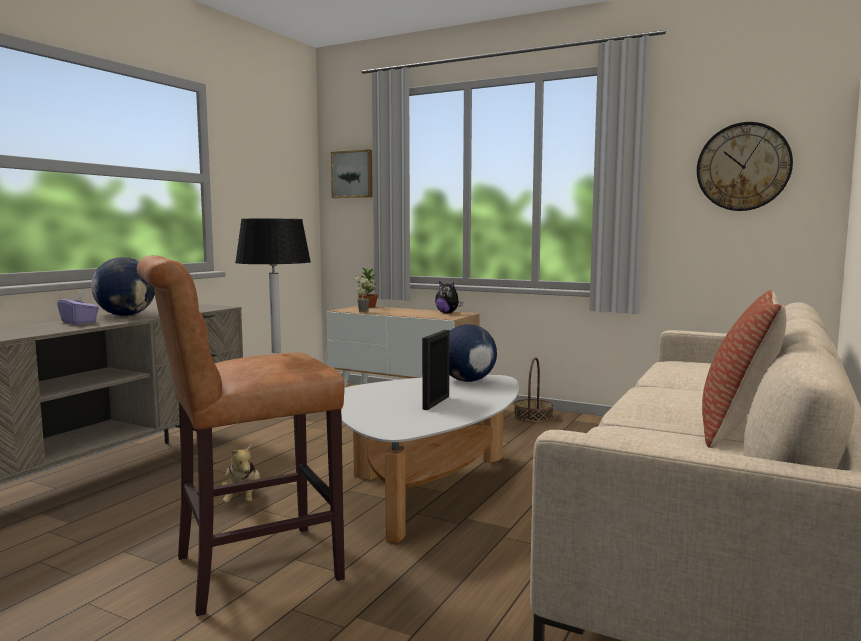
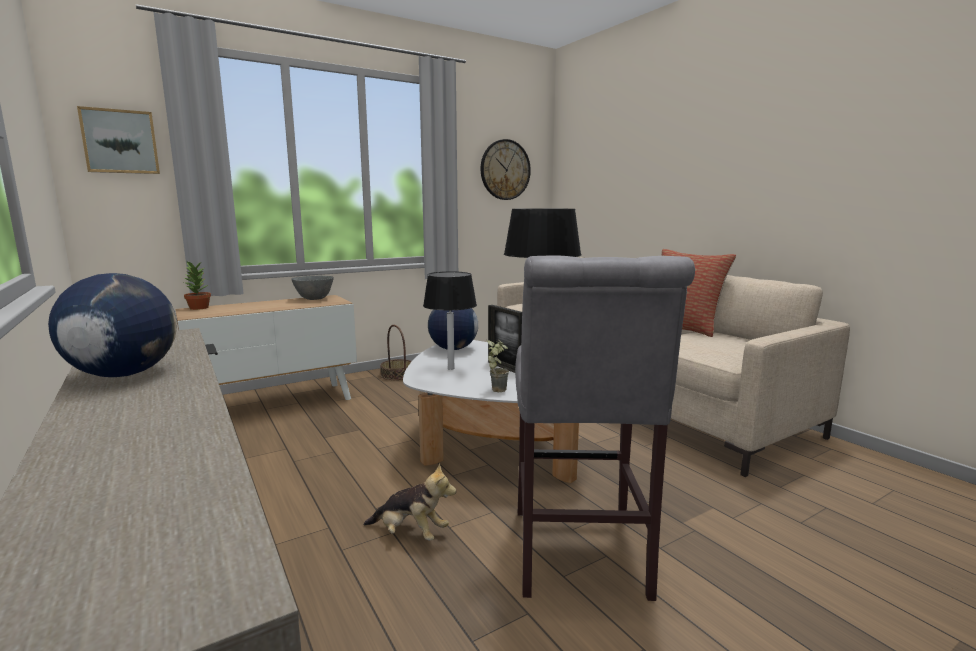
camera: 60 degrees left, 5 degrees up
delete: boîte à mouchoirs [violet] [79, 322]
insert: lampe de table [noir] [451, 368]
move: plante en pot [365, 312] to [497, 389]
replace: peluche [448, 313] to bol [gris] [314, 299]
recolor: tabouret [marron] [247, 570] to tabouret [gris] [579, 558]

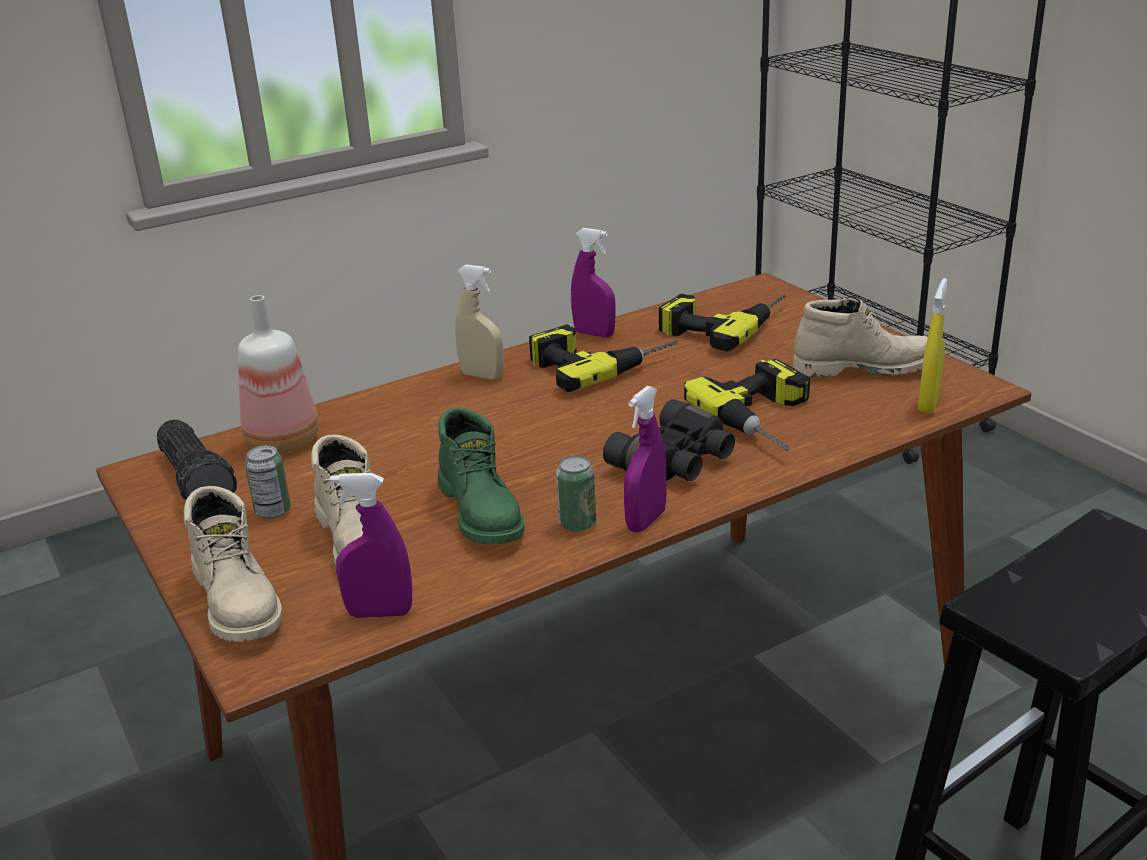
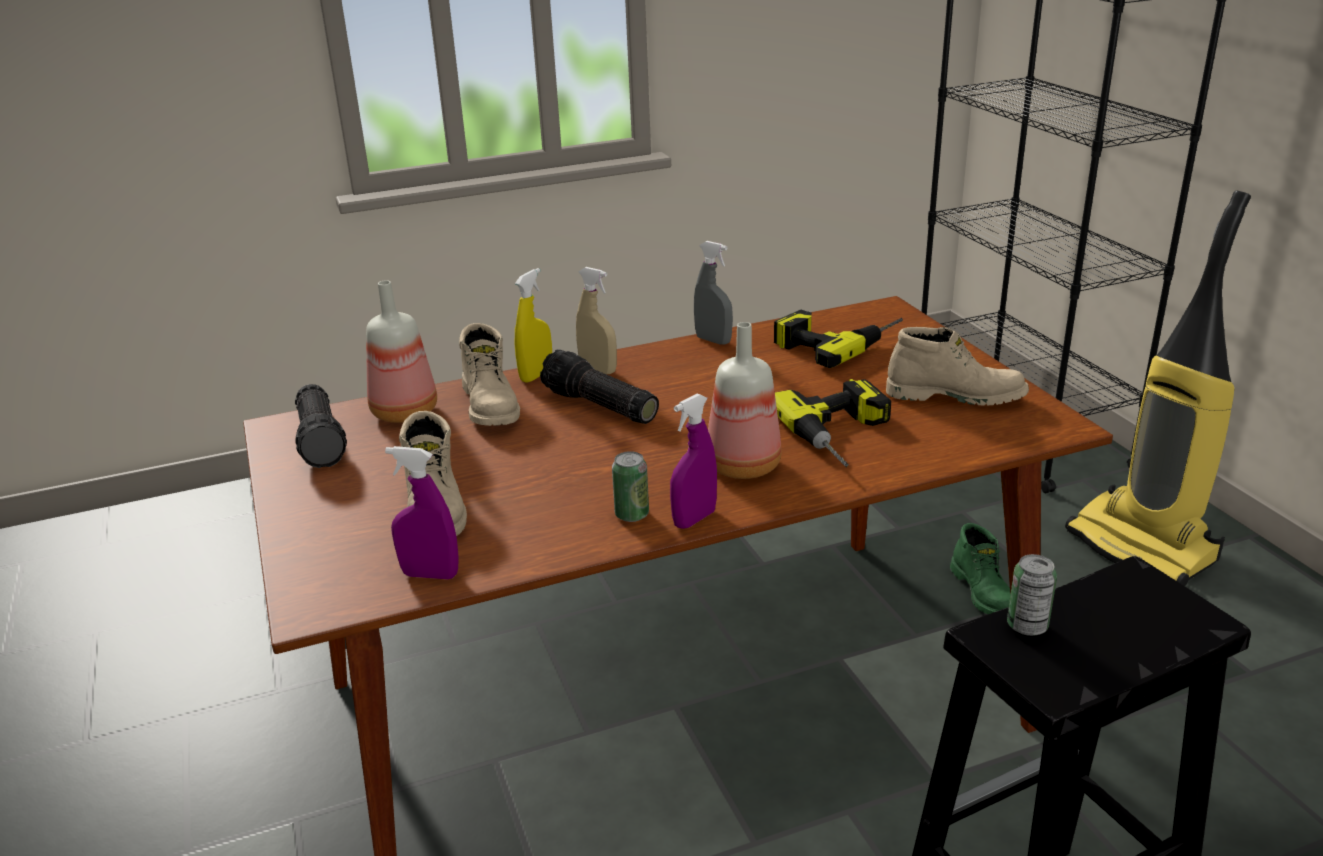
camera: 10 degrees right, 0 degrees up
delete: perceuse [599, 361]
insert: lampe de poche [598, 406]; aspirateur [1143, 547]
move: botte [beige] [239, 601] to [491, 405]; boîte métallique [273, 511] to [1027, 626]; botte [vert] [482, 512] to [983, 592]; vaporisateur [jaune] [928, 404] to [536, 375]
replace: jumelles [noir] [676, 462] to bouteille [743, 467]
recolor: vaporisateur [violet] [594, 334] to vaporisateur [gris] [713, 340]

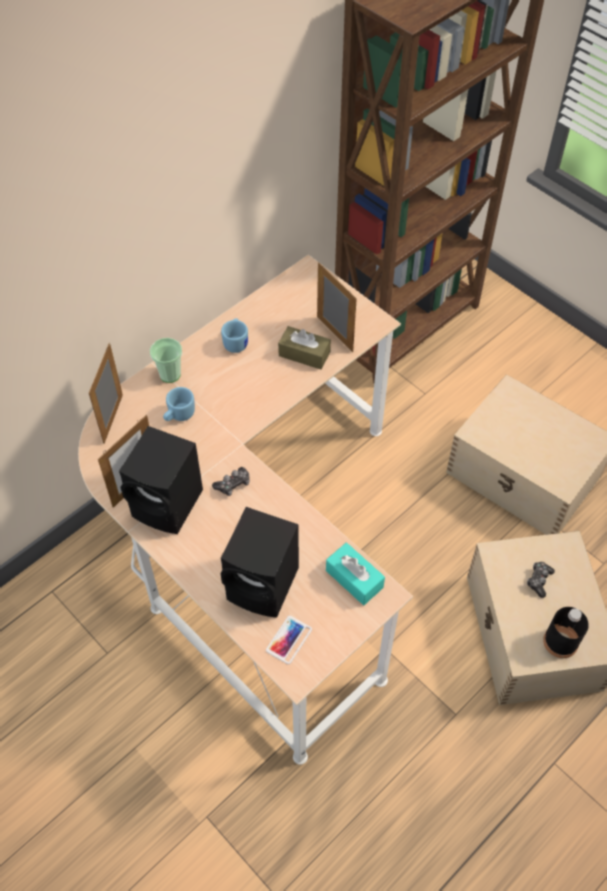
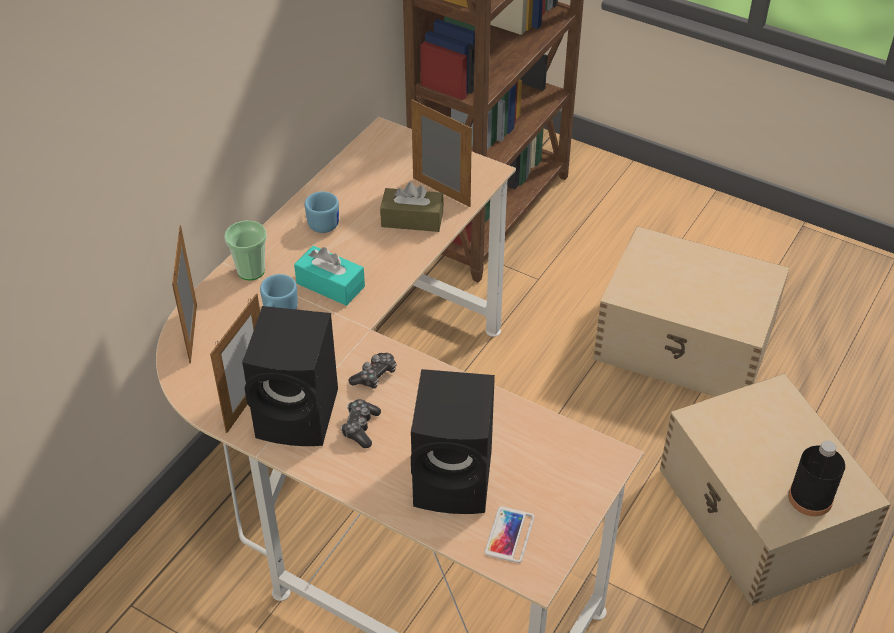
camera: 15 degrees left, 10 degrees down
move: boîte à mouchoirs [turquoise] [354, 579] to [330, 285]; manette [539, 580] to [360, 427]

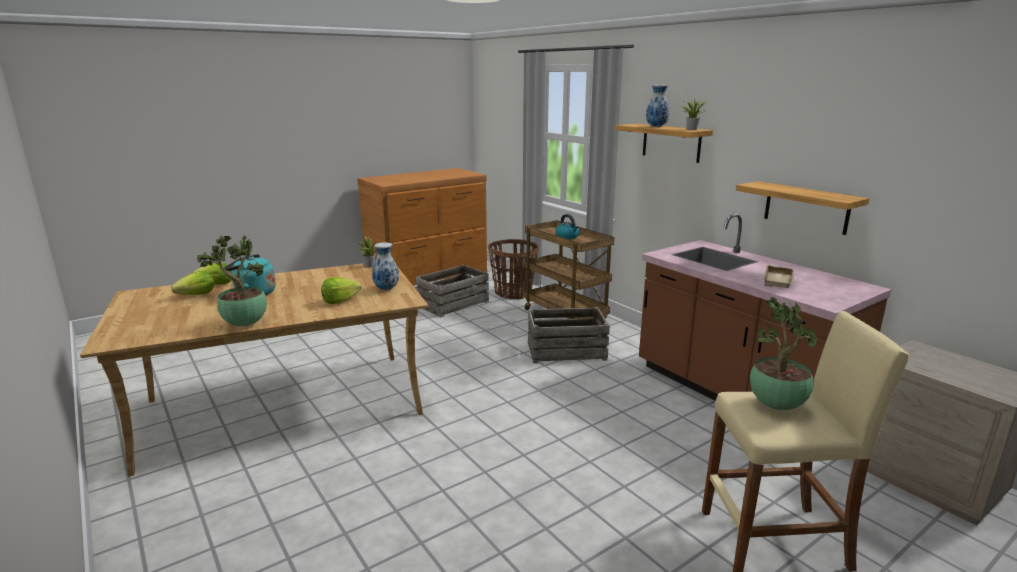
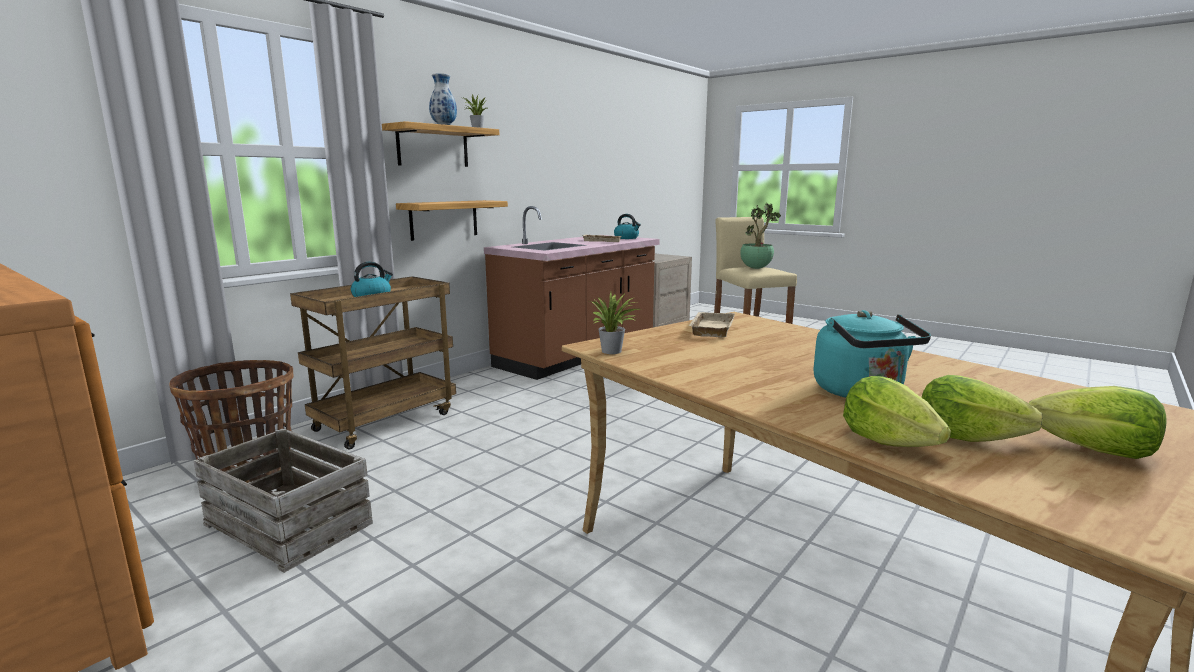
camera: 105 degrees left, 5 degrees down
delete: plante en pot [244, 324]; caisse [566, 351]
insert: bouilloire [627, 238]
move: laitue [340, 301] to [1094, 450]; étagère [806, 207] to [444, 219]
replace: vase [387, 289] to plateau [beige] [710, 328]

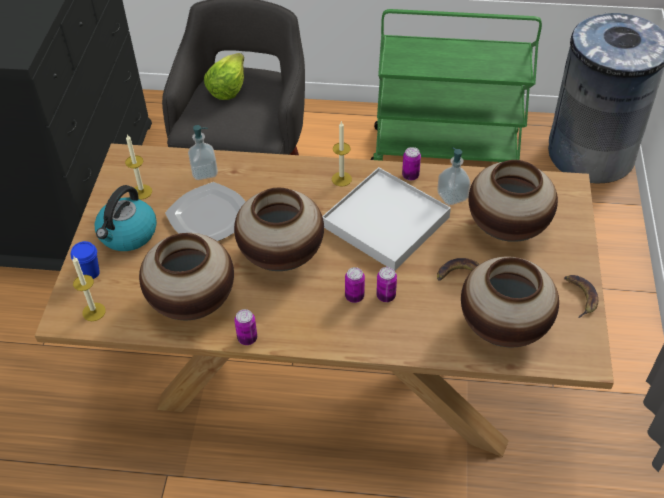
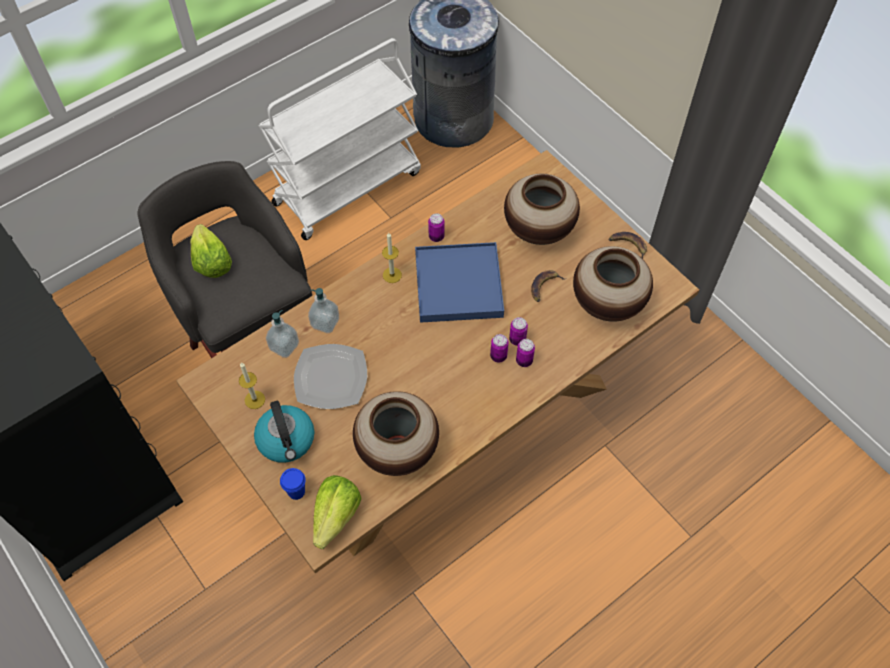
camera: 45 degrees left, 10 degrees up
delete: vase [281, 256]
move: boîte métallique [247, 338] to [524, 361]; distributeur de savon [452, 196] to [325, 322]
replace: bougie [94, 312] to laitue [336, 516]
recolor: plateau [blanc] [386, 222] to plateau [bleu] [458, 285]; chariot [vert] [446, 150] to chariot [blanc] [348, 187]

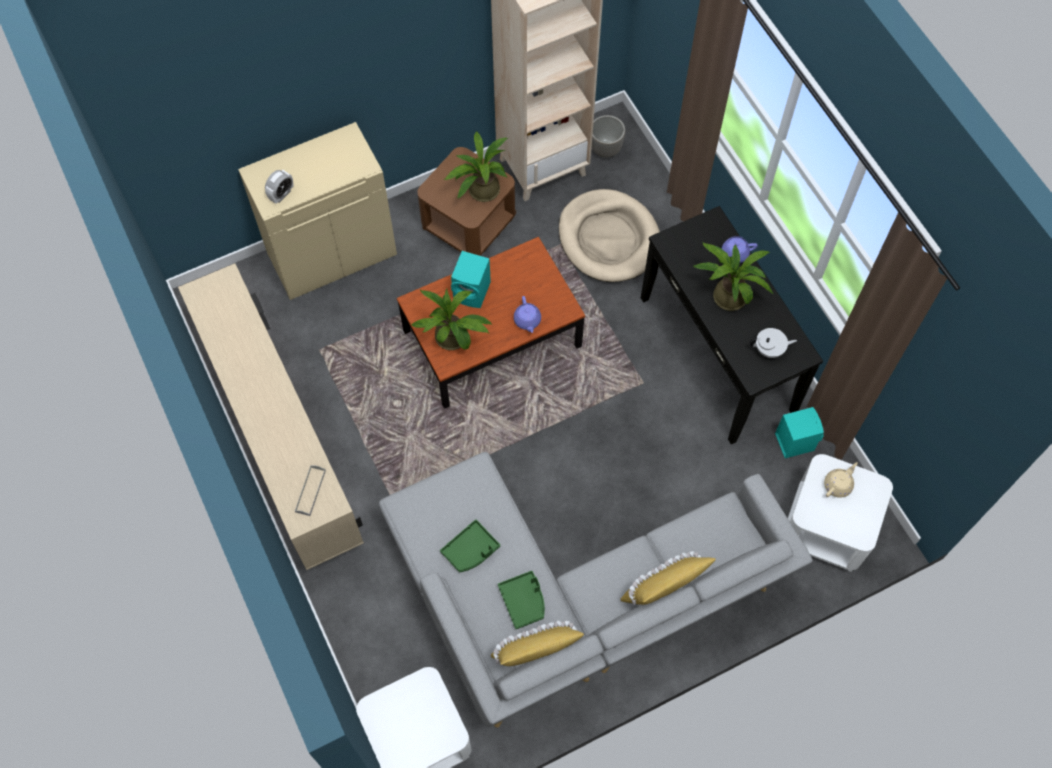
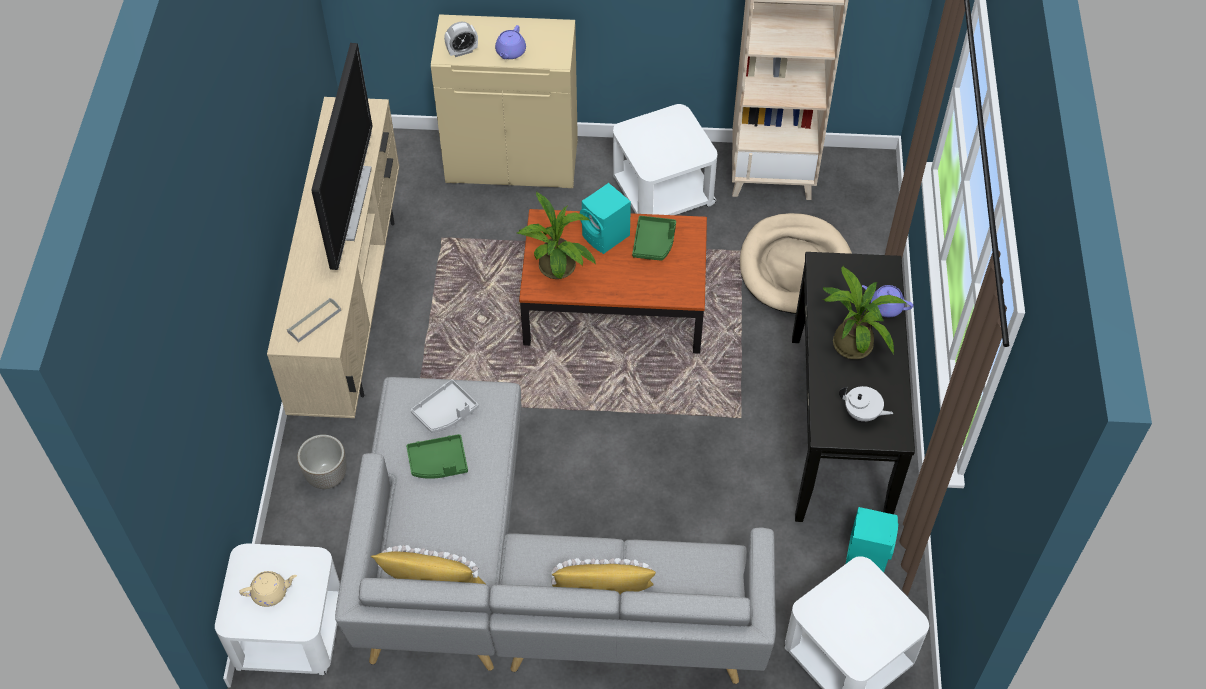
camera: 30 degrees right, 10 degrees down
delete: plante en pot [480, 191]
insert: téléviseur [348, 202]; plateau [gris] [445, 412]
move: plateau [vert] [523, 601] to [654, 243]; théière [violet] [527, 321] to [510, 52]; cache-pot [605, 149] to [327, 477]; théière [beige] [838, 485] to [271, 592]
recolor: table d'appoint [marron] [468, 223] to table d'appoint [blanc] [662, 192]

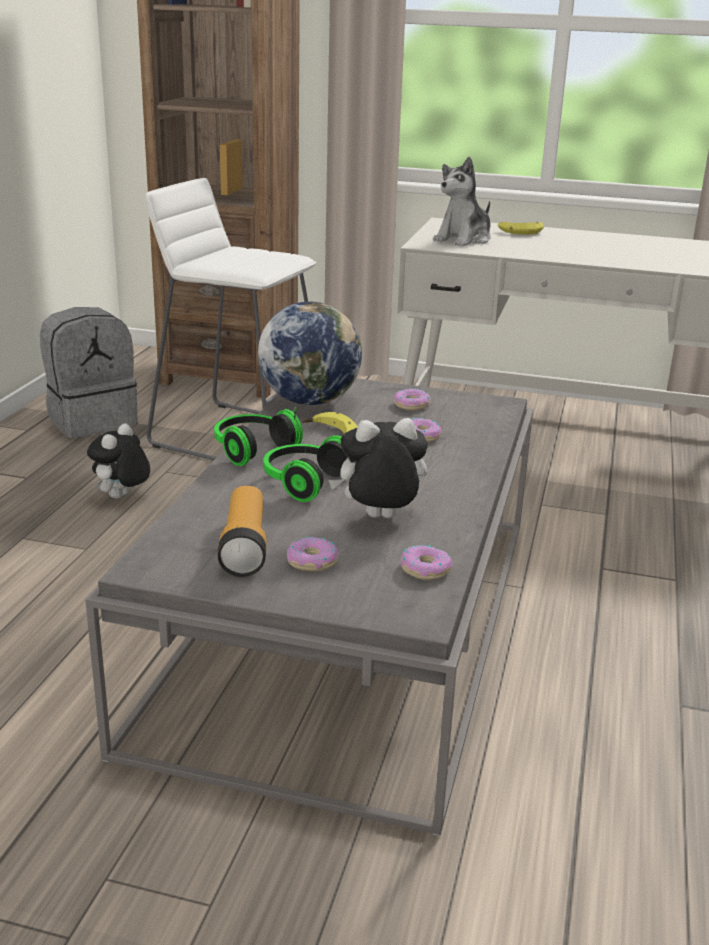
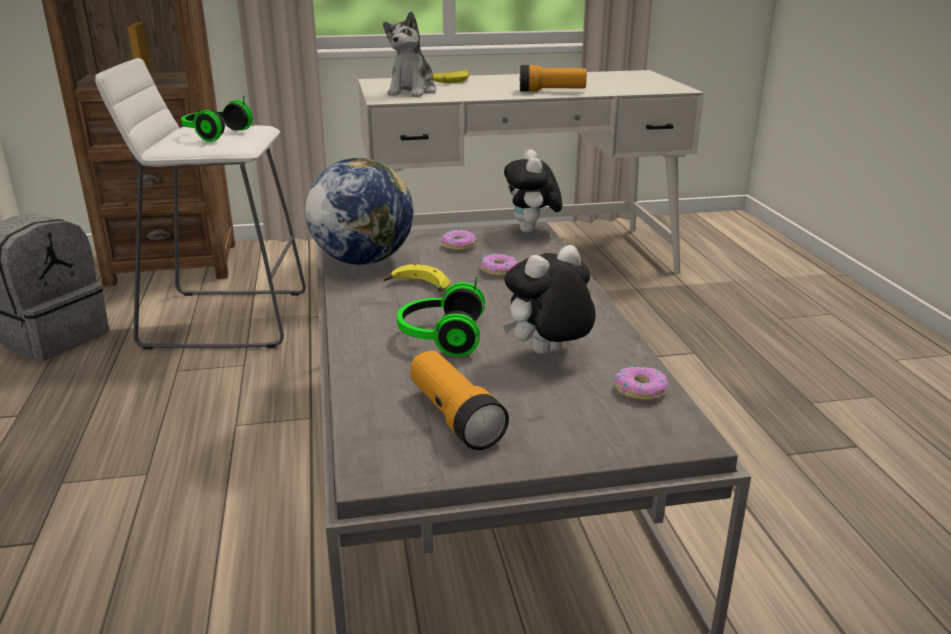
camera: 25 degrees left, 0 degrees up
delete: beignet [312, 561]
insert: lampe de poche [551, 91]
move: peluche [121, 497] to [532, 231]; casque audio [251, 449] to [214, 134]

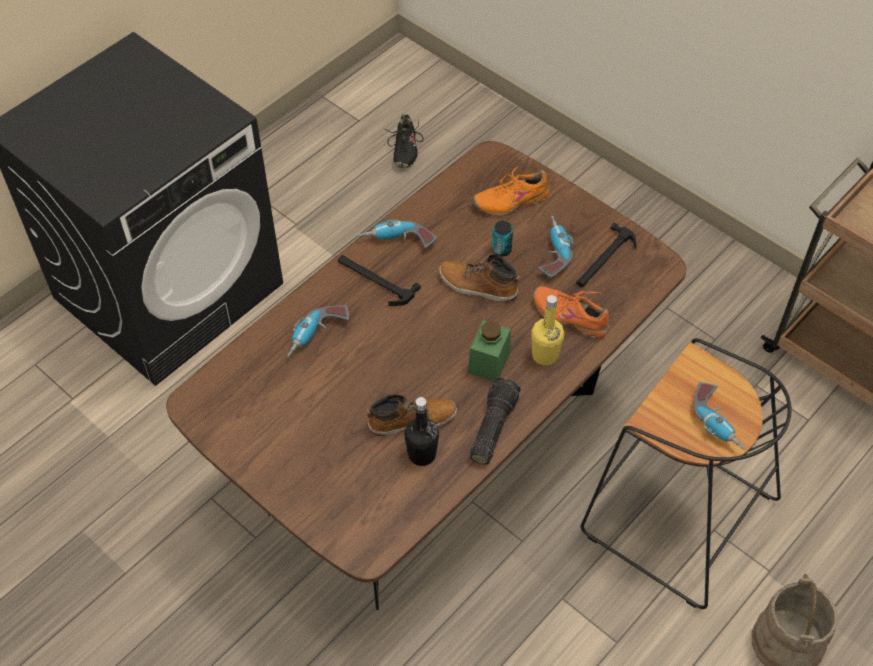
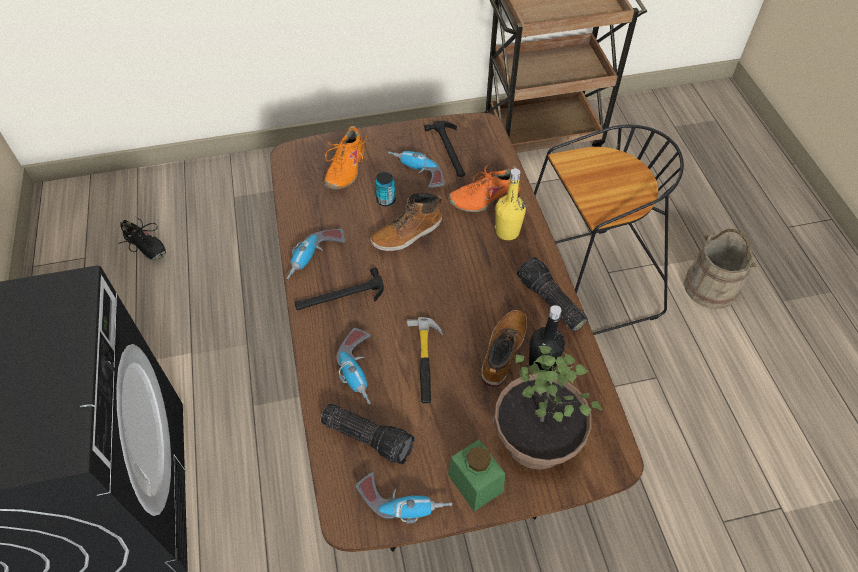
camera: 55 degrees left, 0 degrees up
insert: lampe de poche [369, 436]; marteau [425, 361]; plante en pot [536, 439]
move: bocal [vert] [489, 362] to [475, 483]; perceuse [718, 421] to [403, 500]

